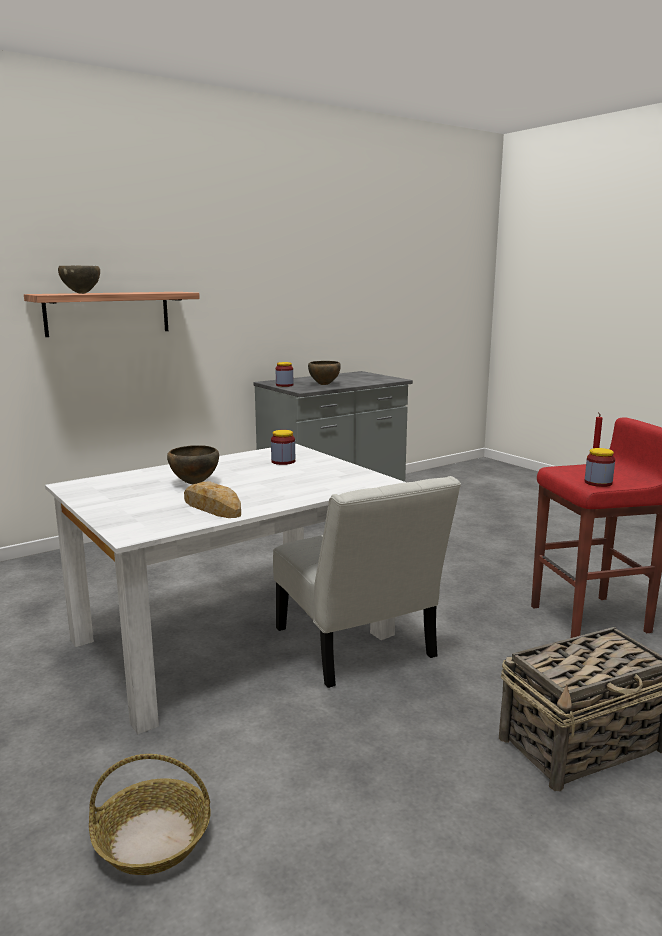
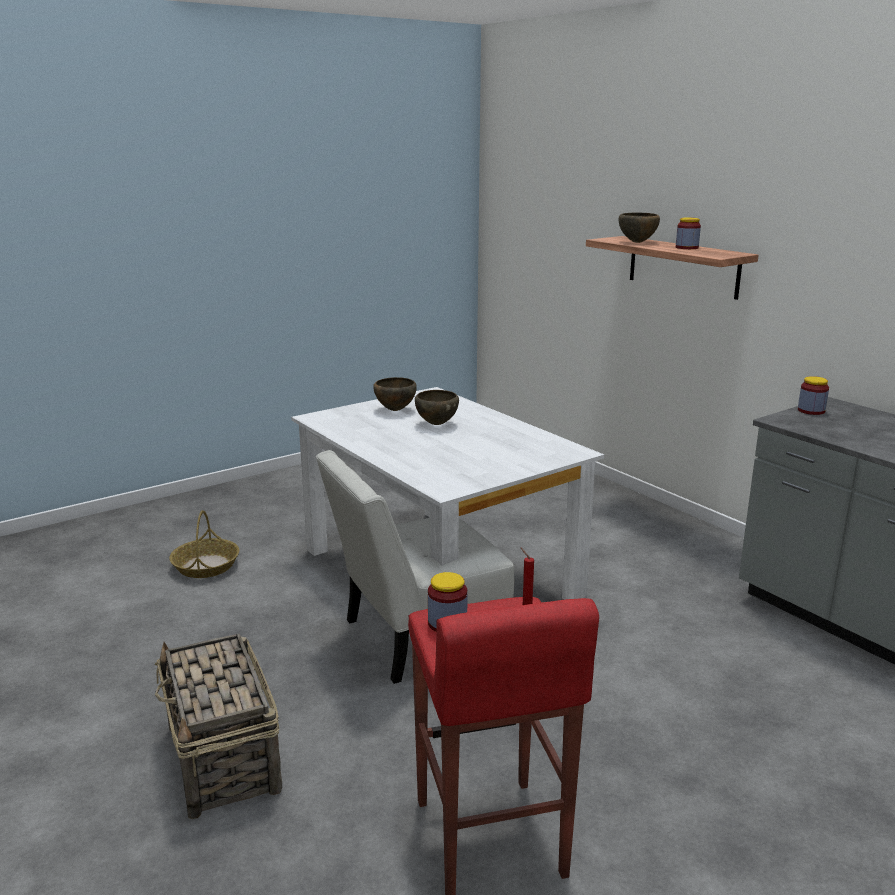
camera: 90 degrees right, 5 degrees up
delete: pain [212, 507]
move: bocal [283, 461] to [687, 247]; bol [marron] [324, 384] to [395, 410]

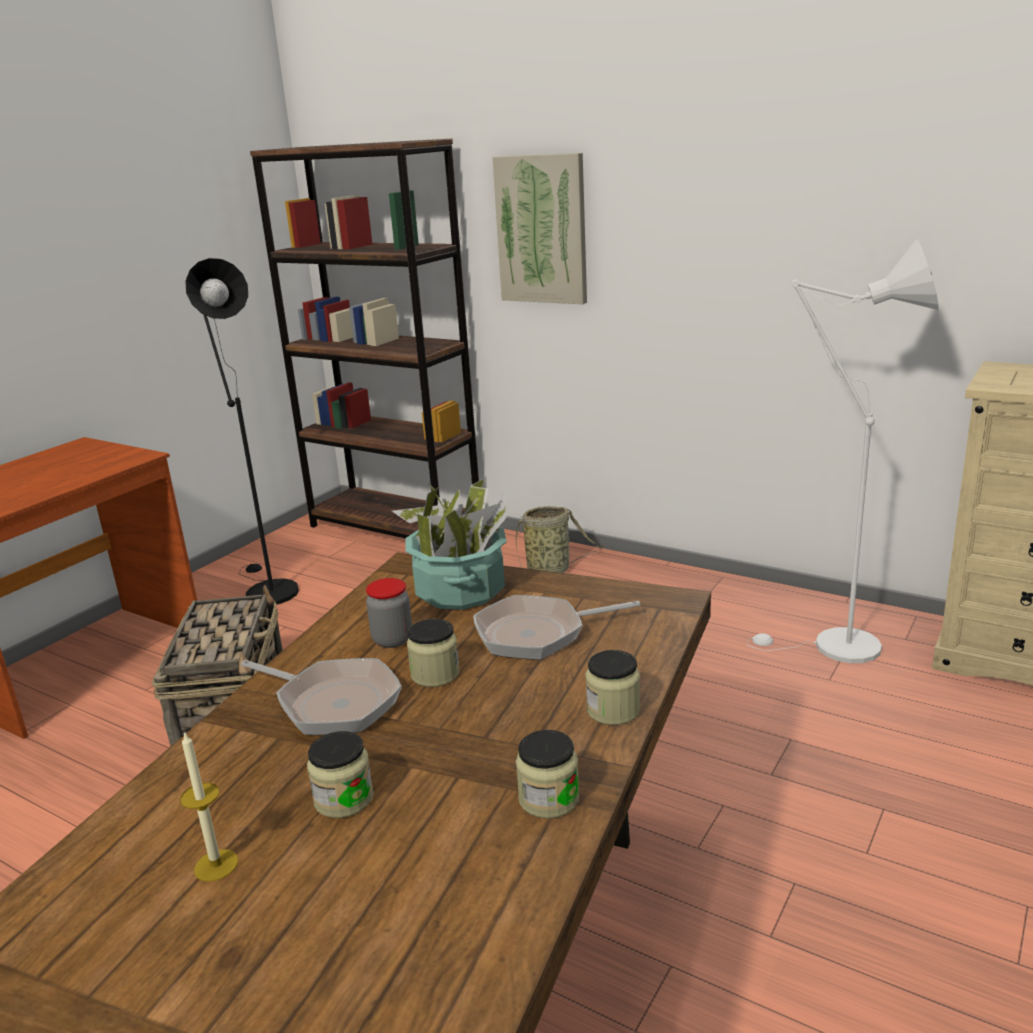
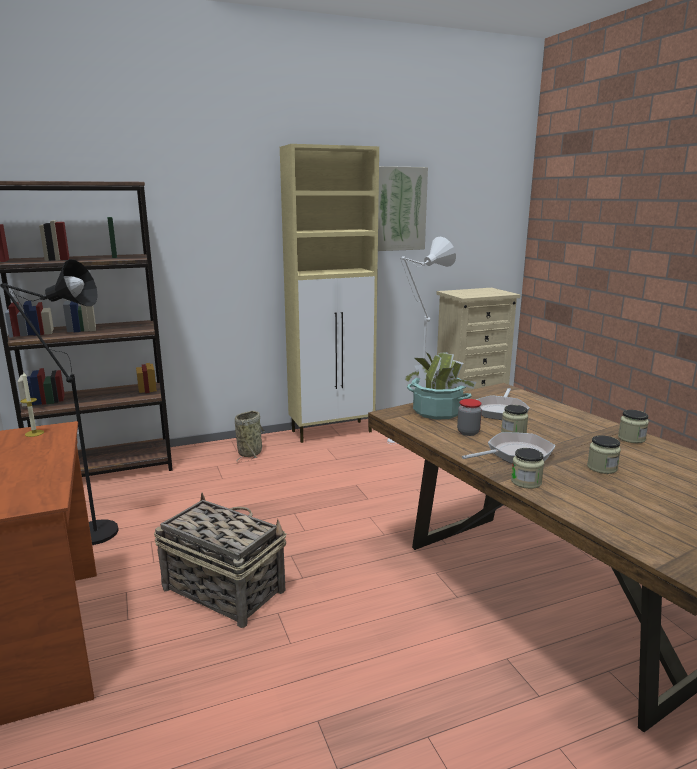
camera: 55 degrees left, 5 degrees down
insert: meuble de rangement [beige] [333, 431]
move: bougie [216, 865] to [34, 433]; tableau [542, 229] to [399, 209]; bocal [613, 710] to [526, 482]

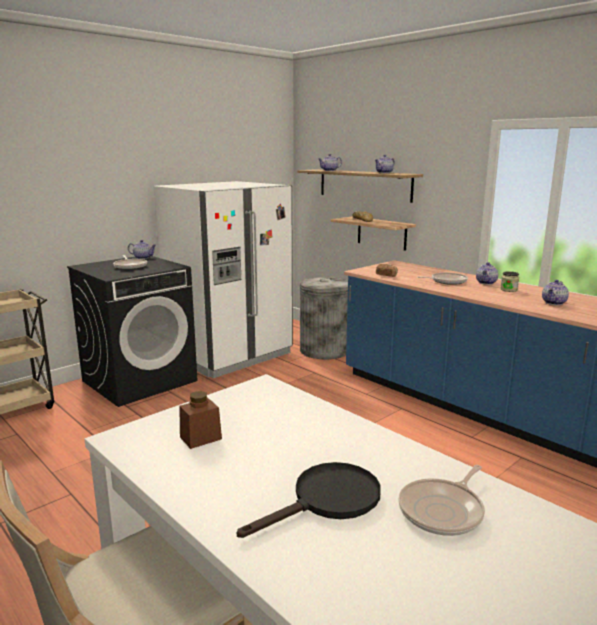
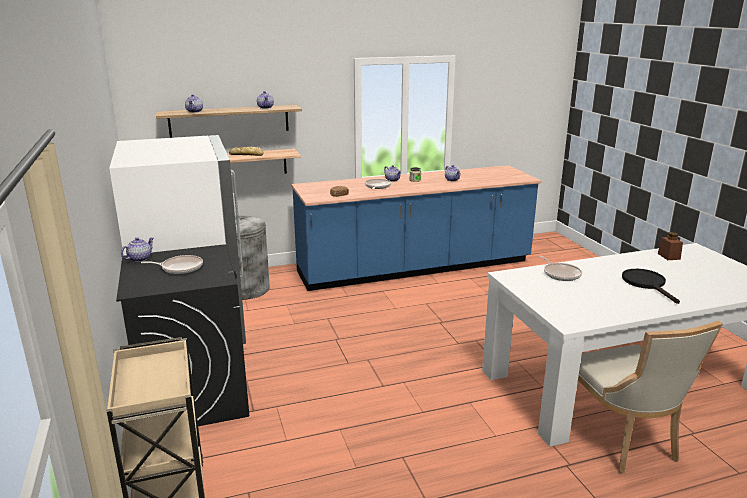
camera: 65 degrees left, 5 degrees up
move: bocal [marron] [200, 438] to [668, 256]; poêle [443, 511] to [560, 274]

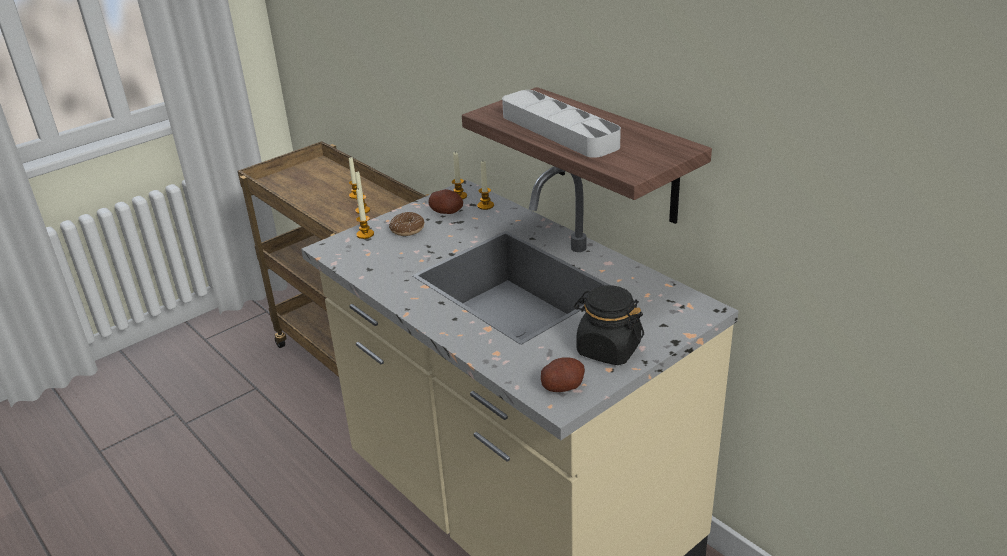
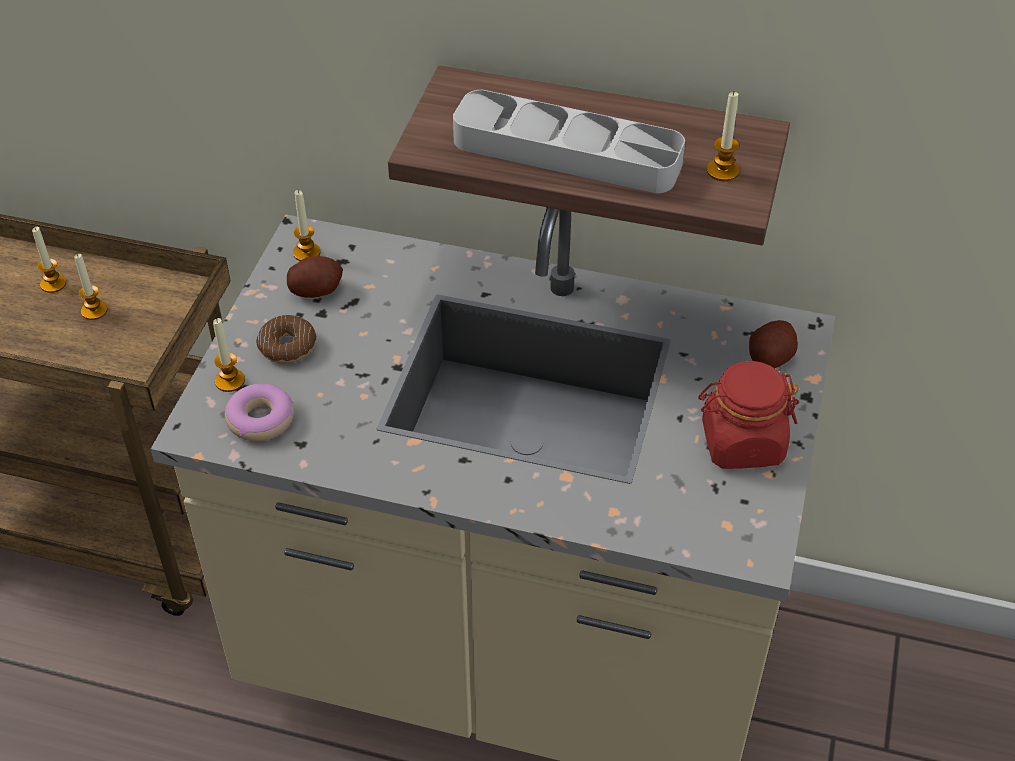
camera: 35 degrees left, 15 degrees up
insert: beignet [261, 419]
move: bougie [485, 205] to [722, 171]; pomme de terre [562, 386] to [770, 358]
recolor: bocal [noir] [608, 349] to bocal [rouge] [741, 443]

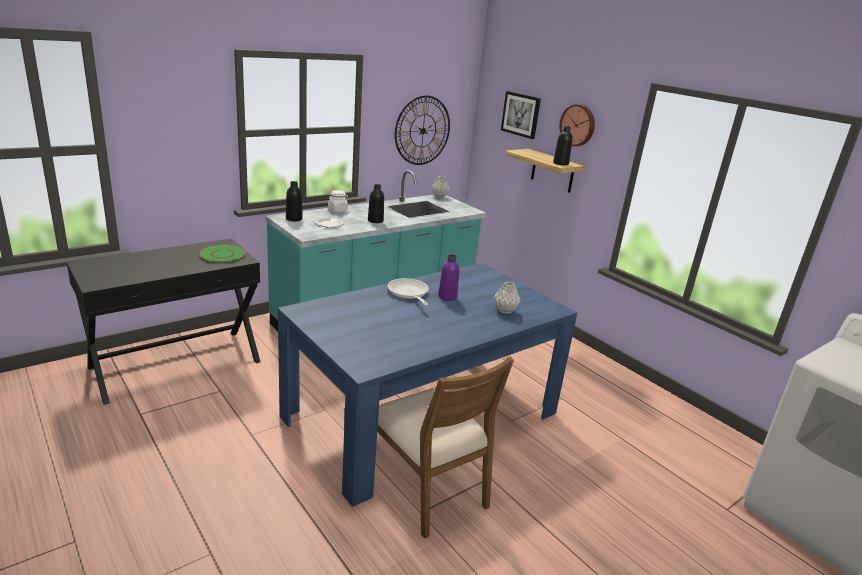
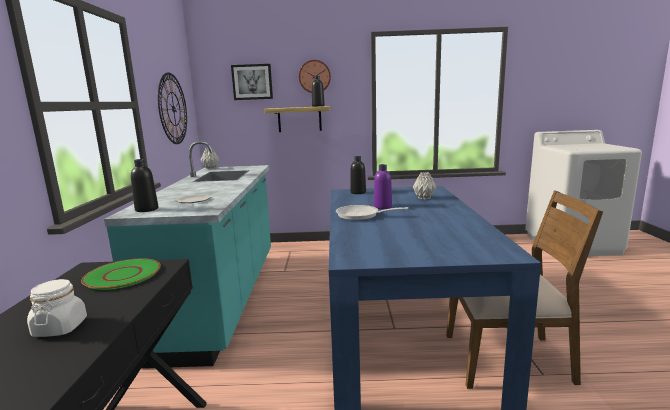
camera: 50 degrees left, 10 degrees down
move: bocal [blanc] [337, 210] to [60, 327]; bouteille [noir] [375, 220] to [358, 192]

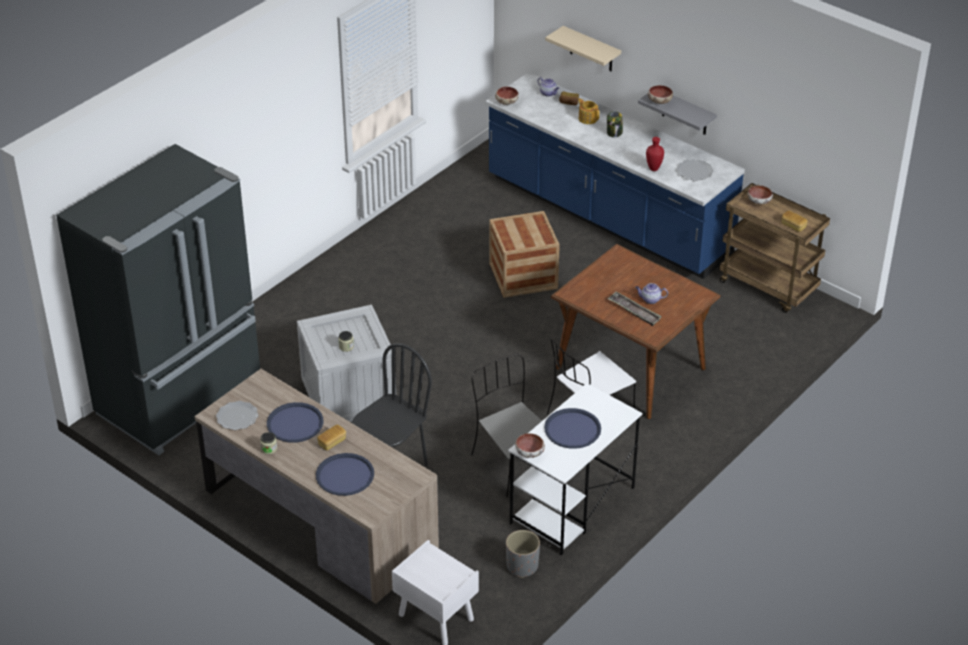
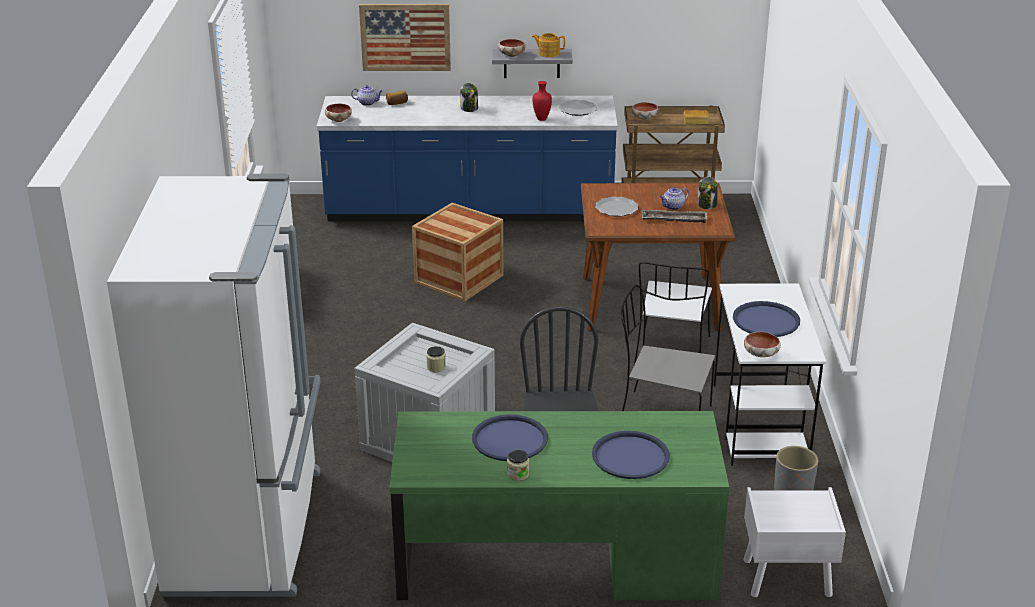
camera: 40 degrees left, 10 degrees down
delete: pain [332, 442]
insert: bocal [707, 205]
move: assiette [237, 417] to [616, 208]; théière [588, 118] to [548, 53]
replace: étagère [beige] [591, 50] to tableau [405, 37]
recolor: réfrigérateur [noir] [182, 398] to réfrigérateur [blanc] [249, 530]; bureau [marron] [320, 520] to bureau [vert] [555, 560]

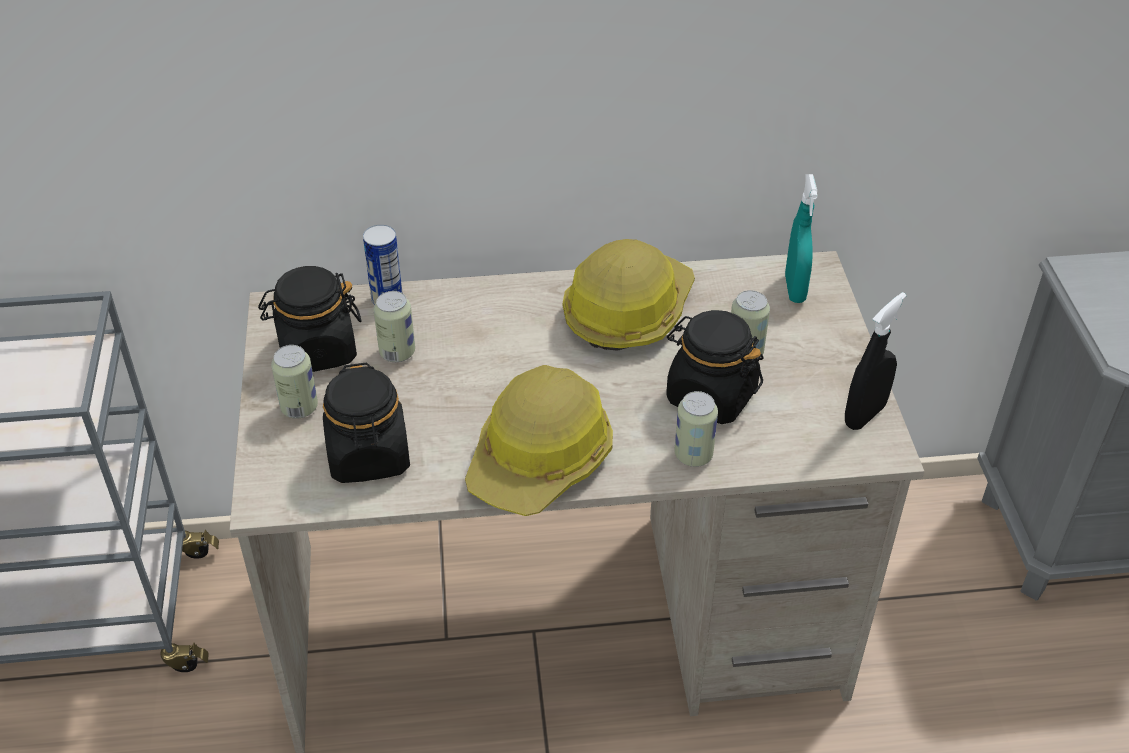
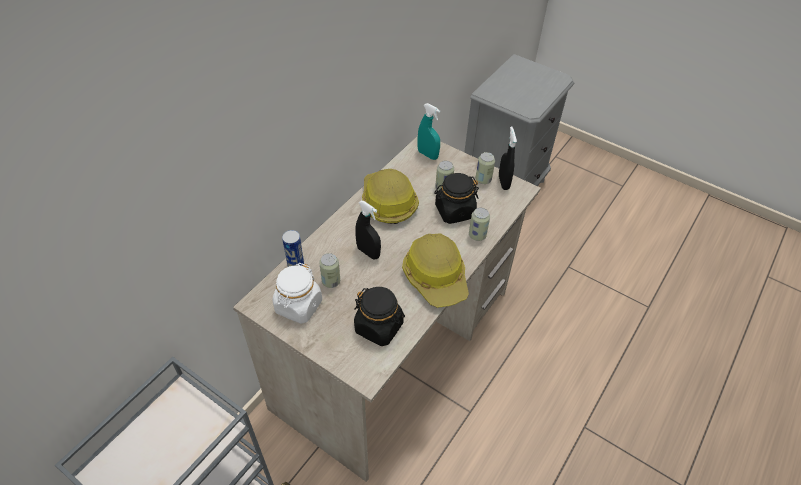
camera: 50 degrees left, 5 degrees up
insert: vaporisateur [noir] [368, 252]
move: boîte métallique [299, 407] to [483, 179]
recolor: bocal [noir] [316, 350] to bocal [blanc] [298, 306]

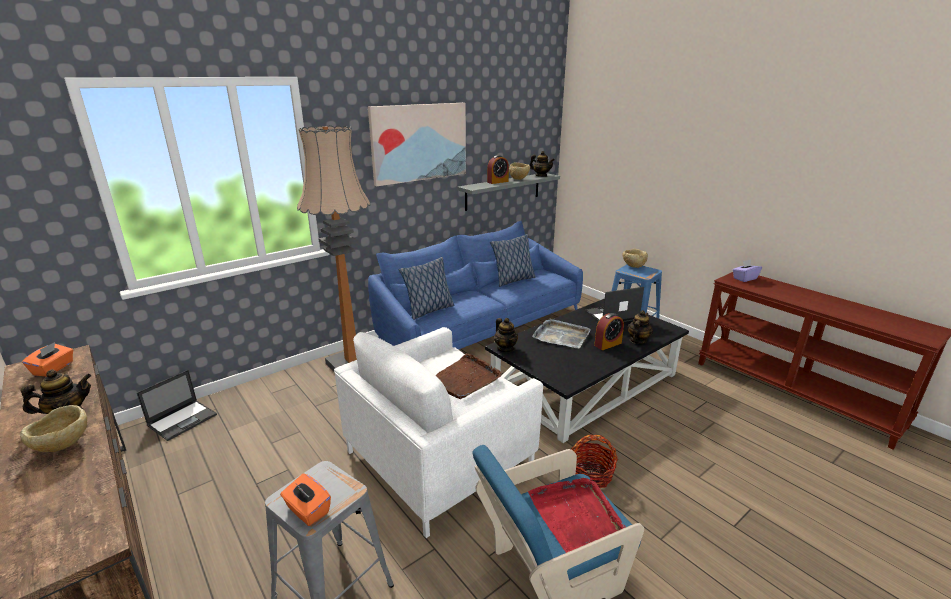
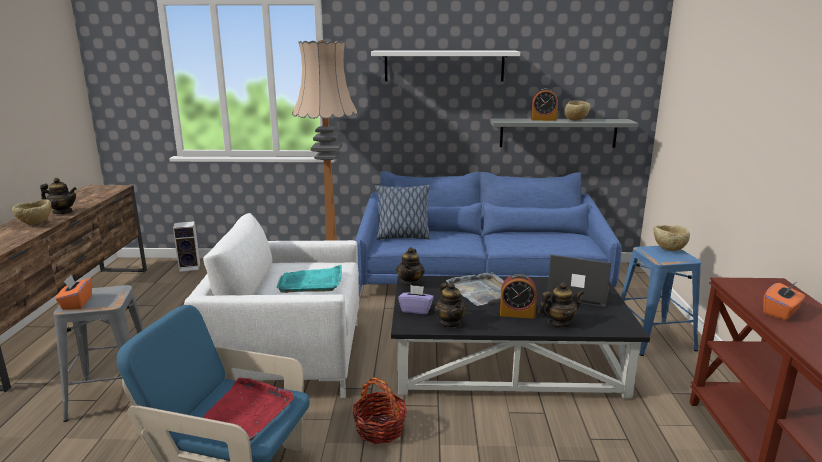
camera: 40 degrees right, 5 degrees down
delete: coussin [513, 280]
move: boîte à mouchoirs [orange] [54, 369] to [781, 312]; théière [541, 176] to [450, 323]; boîte à mouchoirs [violet] [744, 278] to [416, 310]
replace: ordinateur portable [183, 420] to enceinte [190, 267]; tableau [419, 142] to étagère [blanc] [444, 66]
recolor: plateau [marron] [465, 379] to plateau [turquoise] [311, 282]

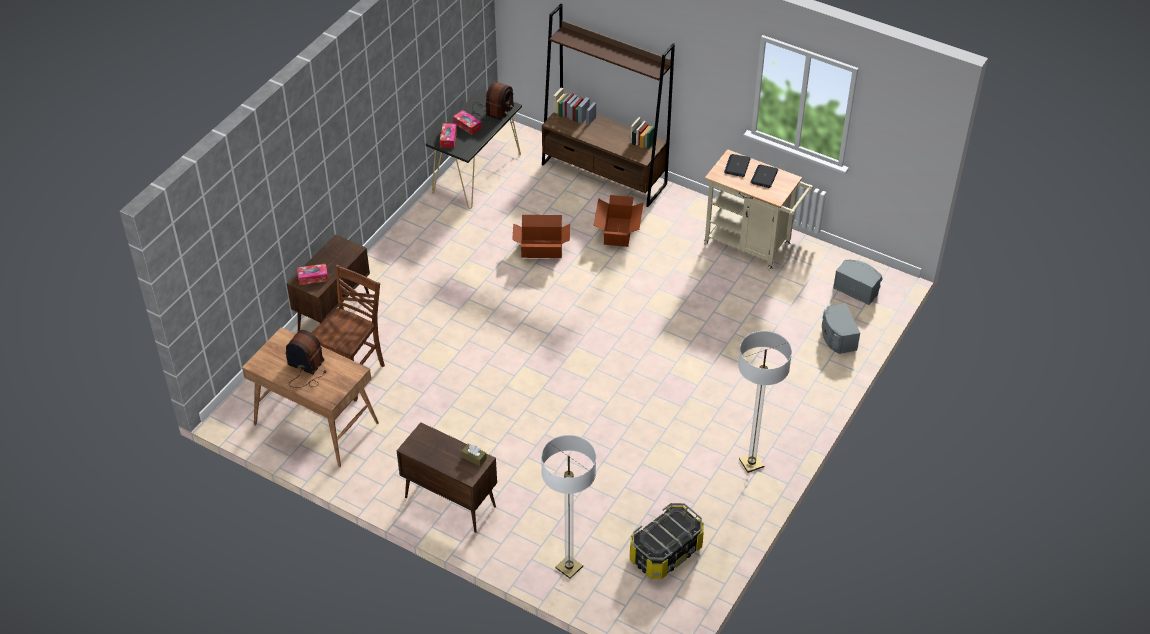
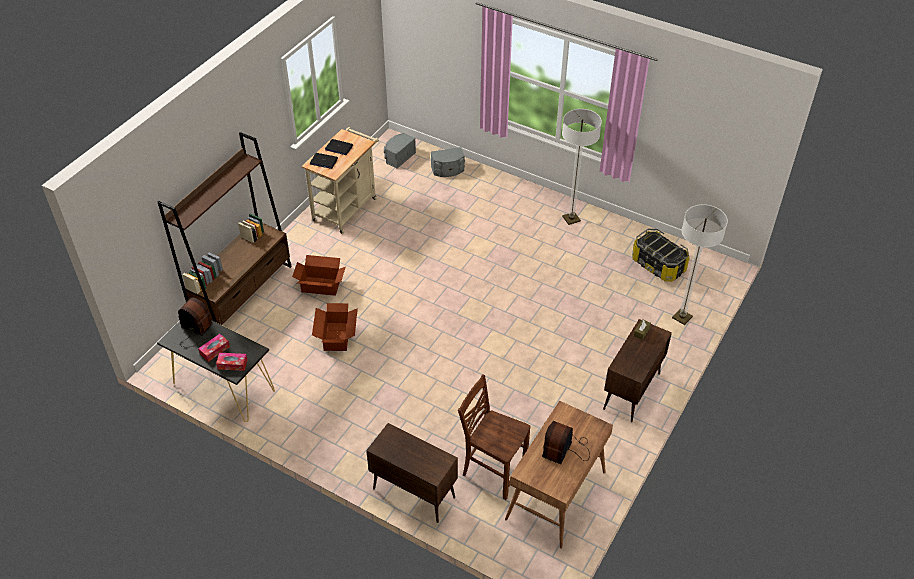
camera: 90 degrees left, 0 degrees up
delete: boîte à mouchoirs [313, 277]

